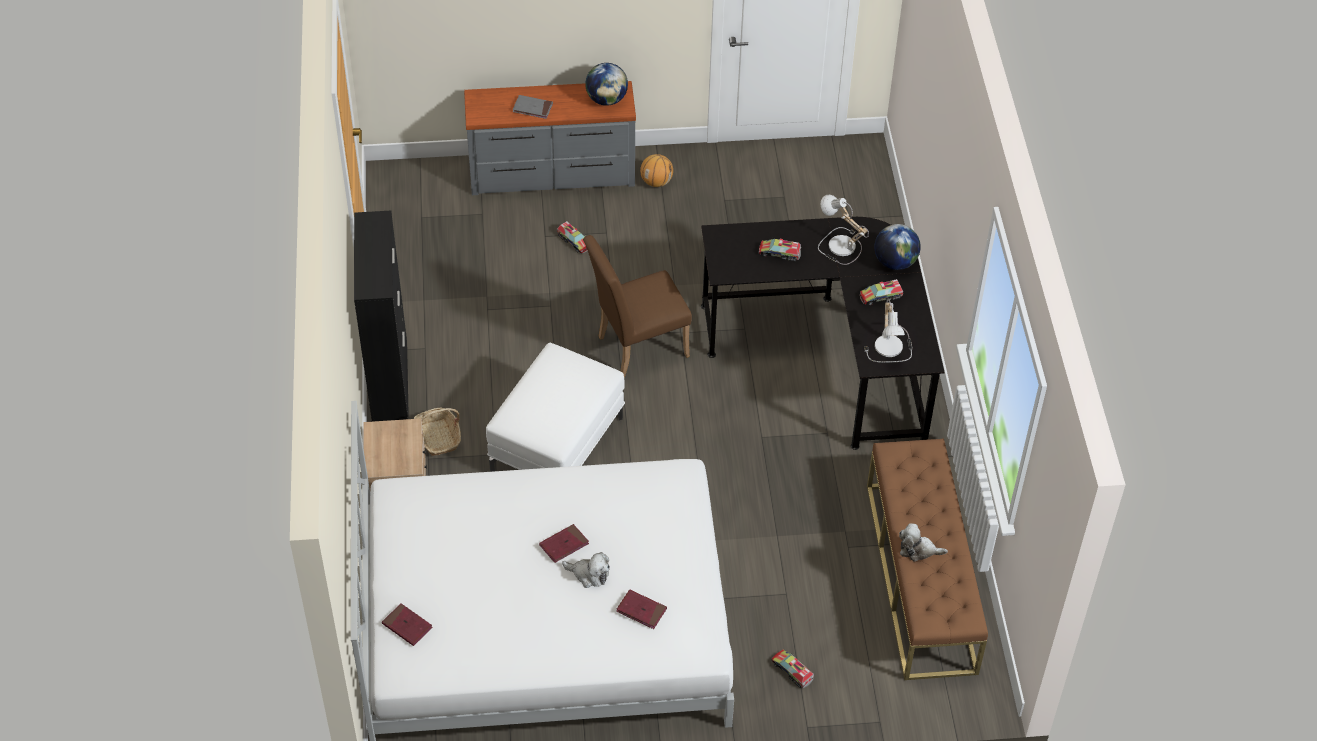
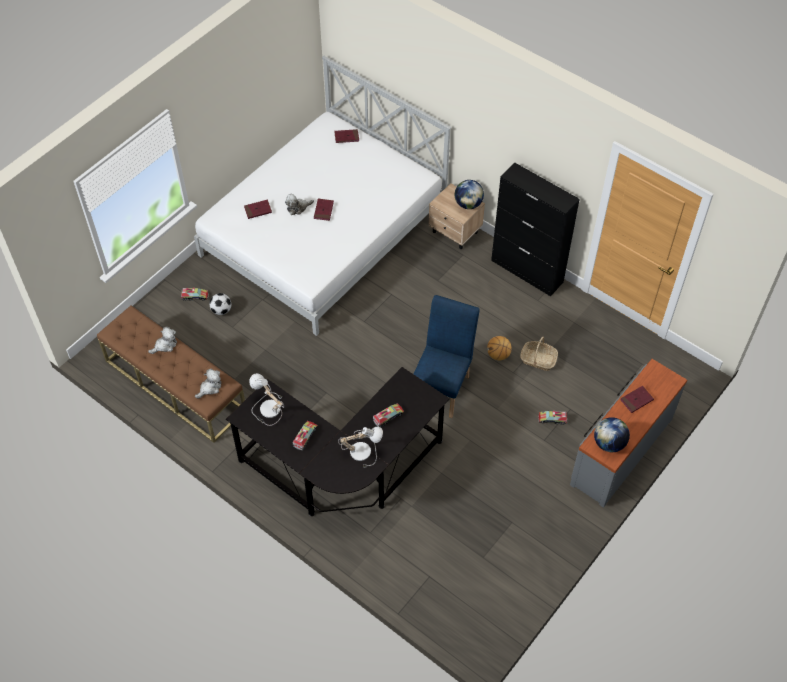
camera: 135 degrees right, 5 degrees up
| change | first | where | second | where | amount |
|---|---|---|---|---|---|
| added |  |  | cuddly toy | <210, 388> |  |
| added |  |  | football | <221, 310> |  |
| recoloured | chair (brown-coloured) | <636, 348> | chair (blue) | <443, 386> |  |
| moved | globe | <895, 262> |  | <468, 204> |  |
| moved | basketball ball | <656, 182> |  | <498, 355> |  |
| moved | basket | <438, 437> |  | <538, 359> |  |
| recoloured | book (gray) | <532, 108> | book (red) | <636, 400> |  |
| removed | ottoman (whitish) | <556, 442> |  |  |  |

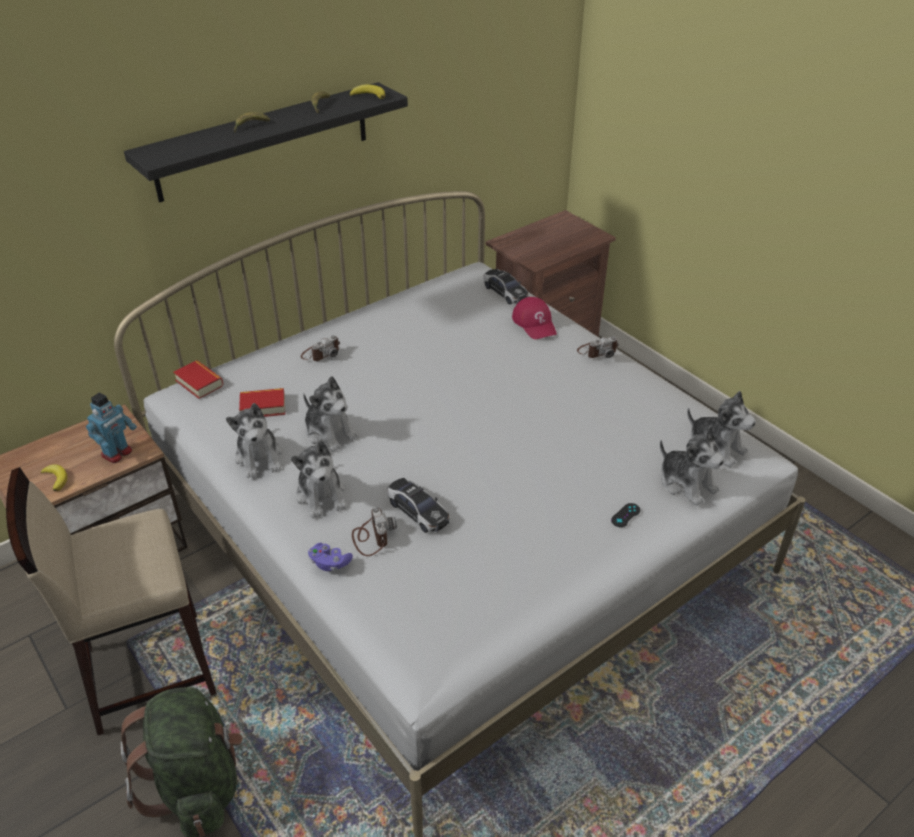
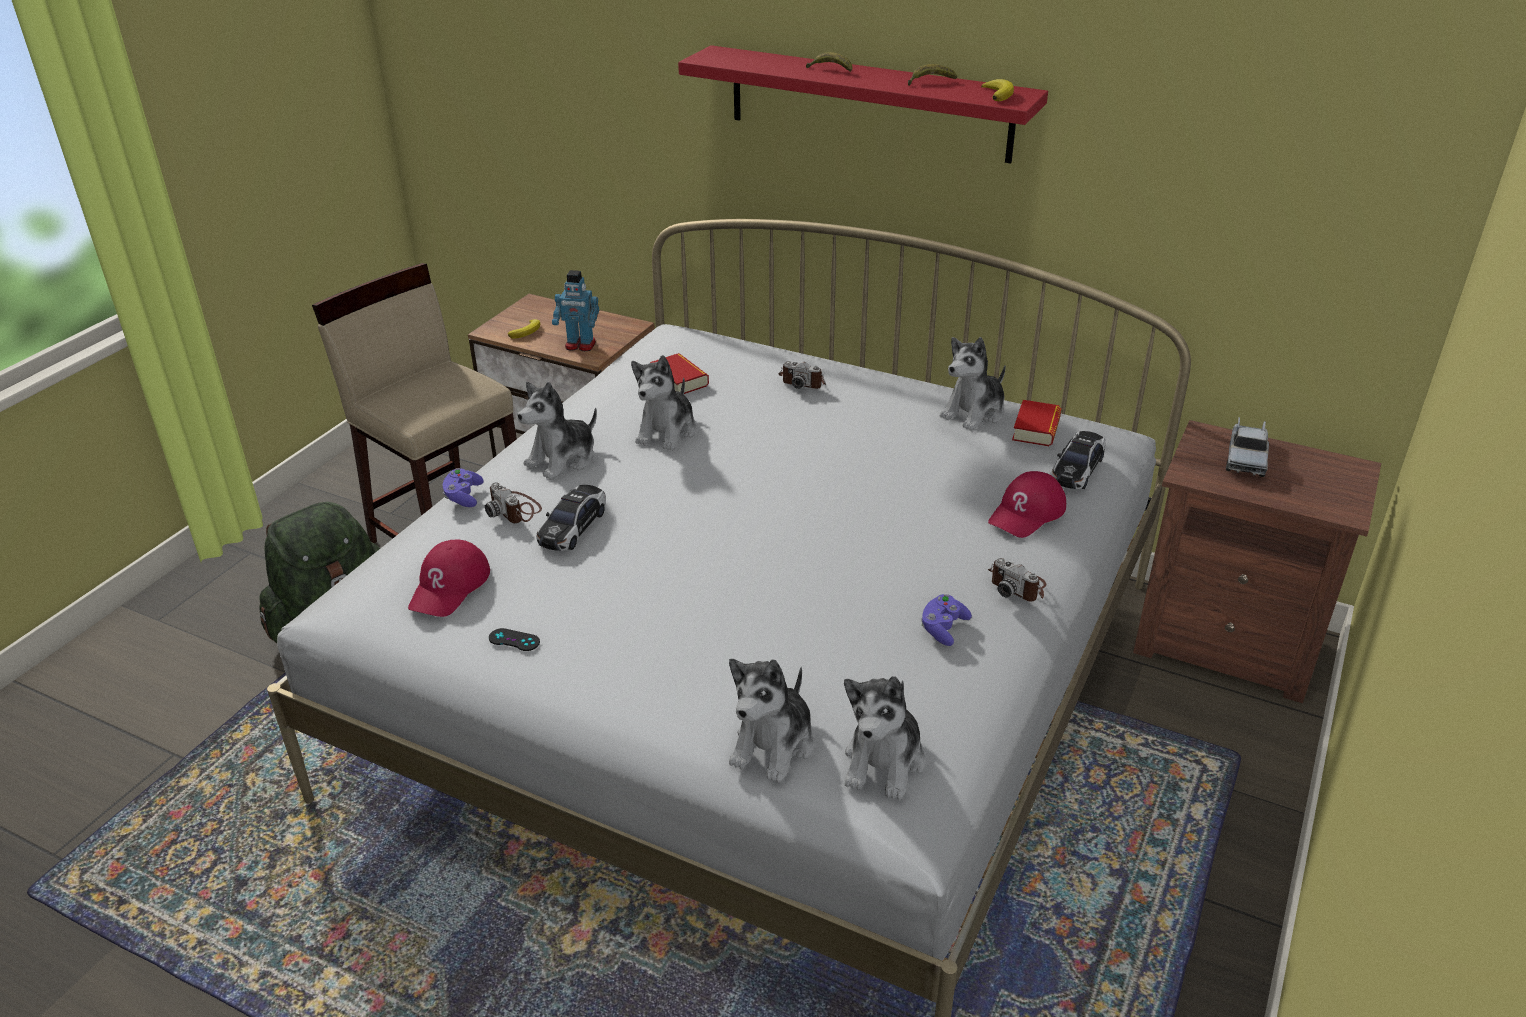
camera: 65 degrees right, 5 degrees down
| change | first | where | second | where | amount |
|---|---|---|---|---|---|
| added |  |  | baseball cap (red) | <450, 586> |  |
| turned | still camera | <372, 537> |  | <515, 510> | 90 degrees clockwise |
| moved | joypad (black) | <625, 515> |  | <514, 640> |  |
| recoloured | shelf (black) | <264, 141> | shelf (red) | <868, 103> |  |
| added |  |  | joypad (purplish) | <943, 628> |  |
| moved | cuddly toy | <259, 457> |  | <974, 413> |  |
| moved | book | <199, 383> |  | <1036, 429> |  |
| added |  |  | model truck | <1246, 457> |  |

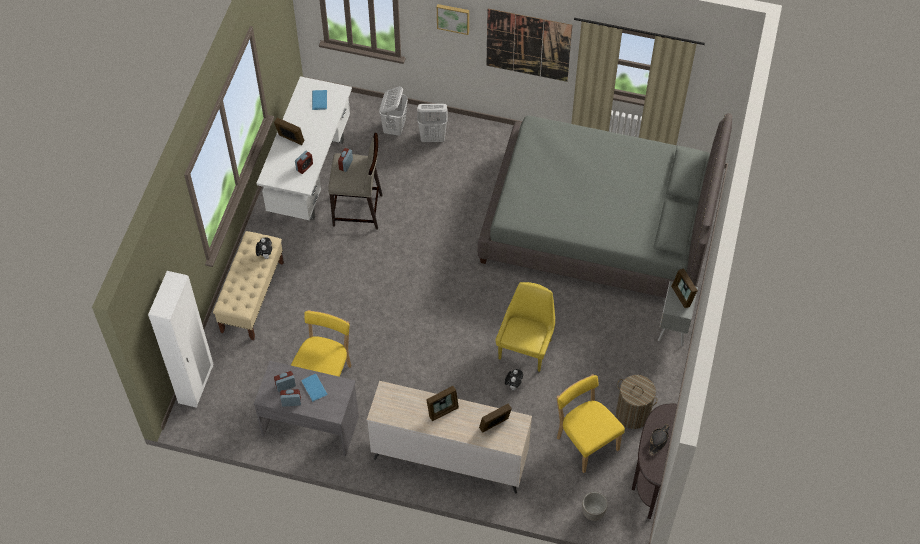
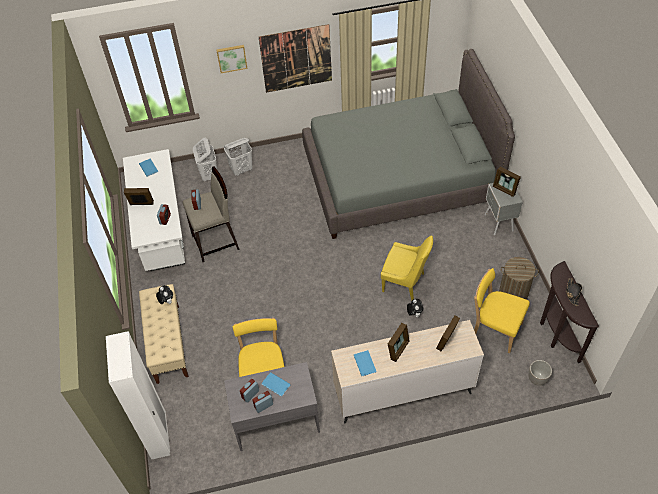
camera: 25 degrees left, 5 degrees down
| change | first | where | second | where | amount |
|---|---|---|---|---|---|
| added |  |  | book (blue) | <365, 362> |  |
| turned | chair (yellow) | <526, 347> |  | <405, 283> | 120 degrees clockwise |

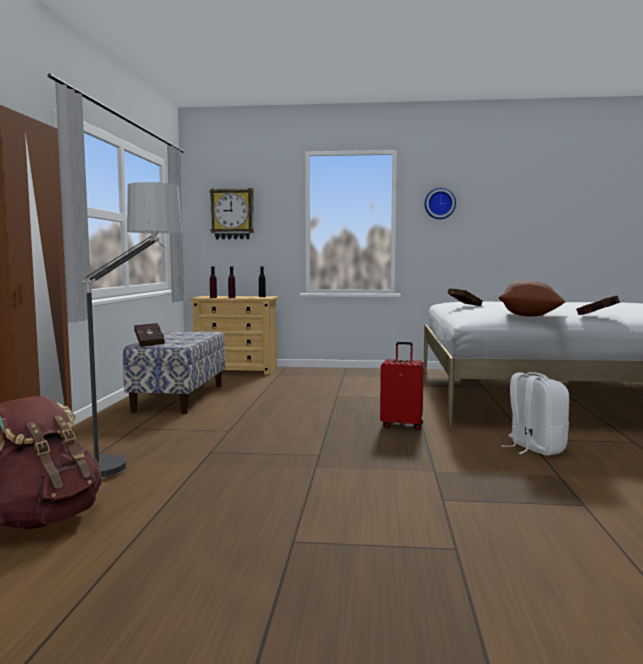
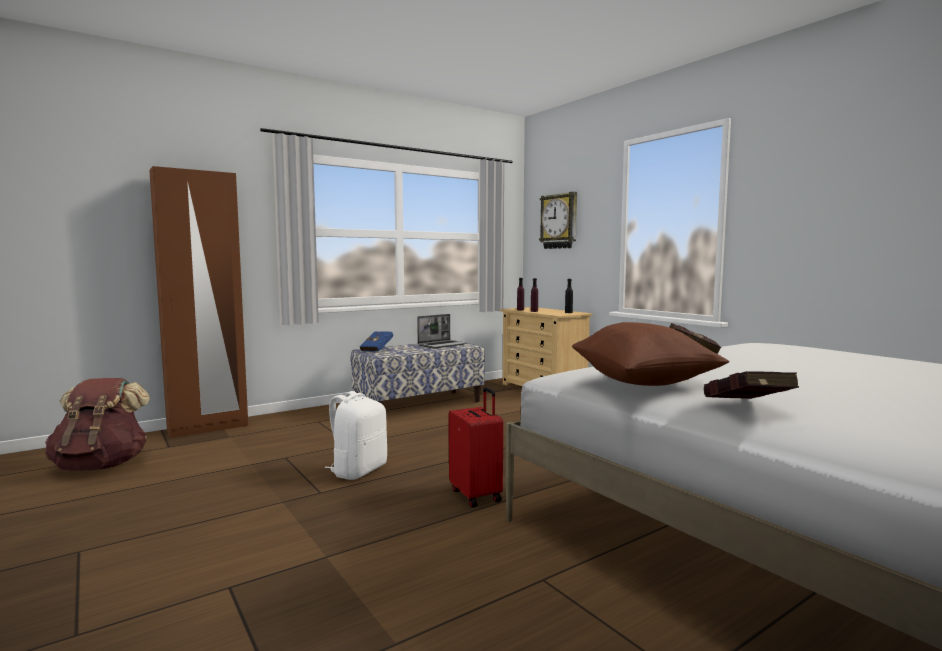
camera: 50 degrees right, 0 degrees up
| change | first | where | second | where | amount |
|---|---|---|---|---|---|
| moved | knapsack (whitish) | <534, 448> |  | <358, 471> |  |
| recoloured | book (red) | <149, 343> | book (blue) | <378, 349> |  |
| added |  |  | laptop | <442, 345> |  |
| removed | standard lamp | <129, 457> |  |  |  |
| removed | clock on the wall | <439, 203> |  |  |  |

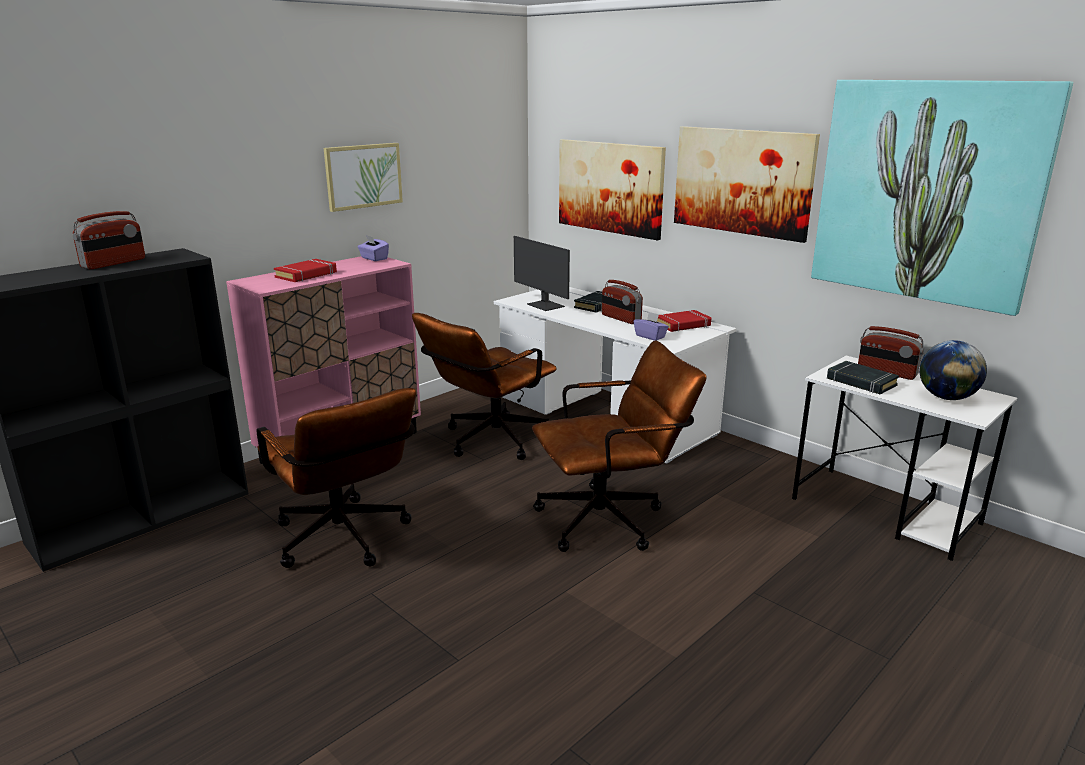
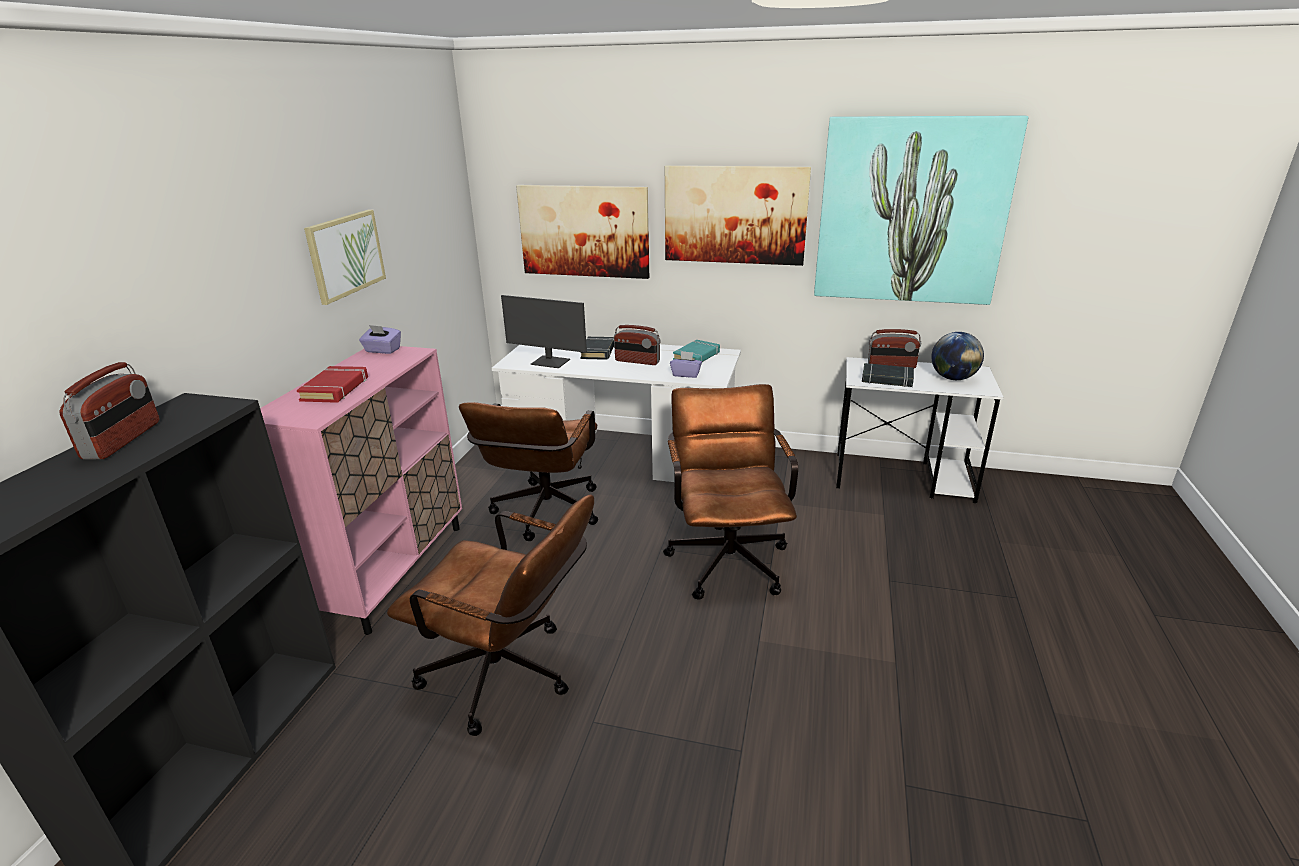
camera: 30 degrees left, 5 degrees up
| change | first | where | second | where | amount |
|---|---|---|---|---|---|
| turned | desk chair (brown-coloured) | <611, 519> |  | <727, 556> | 45 degrees counterclockwise |
| recoloured | book (red) | <683, 325> | book (turquoise-coloured) | <697, 356> |  |

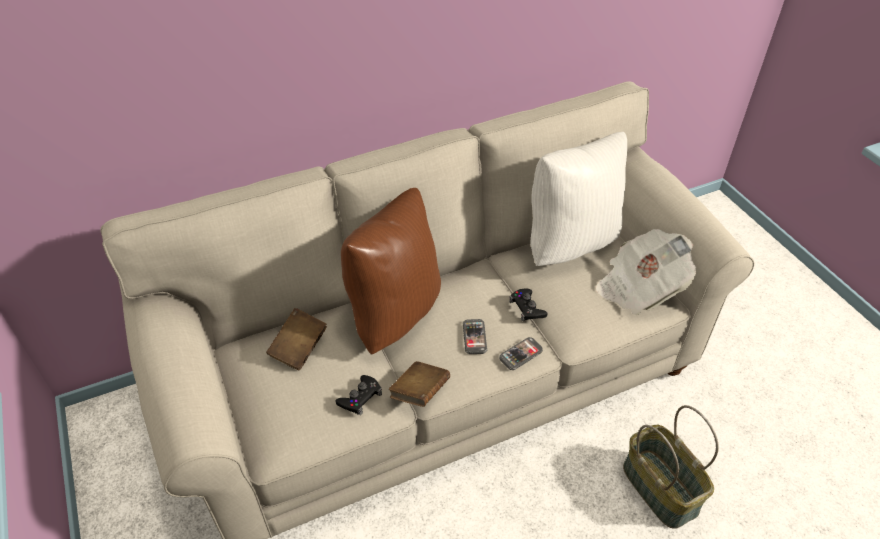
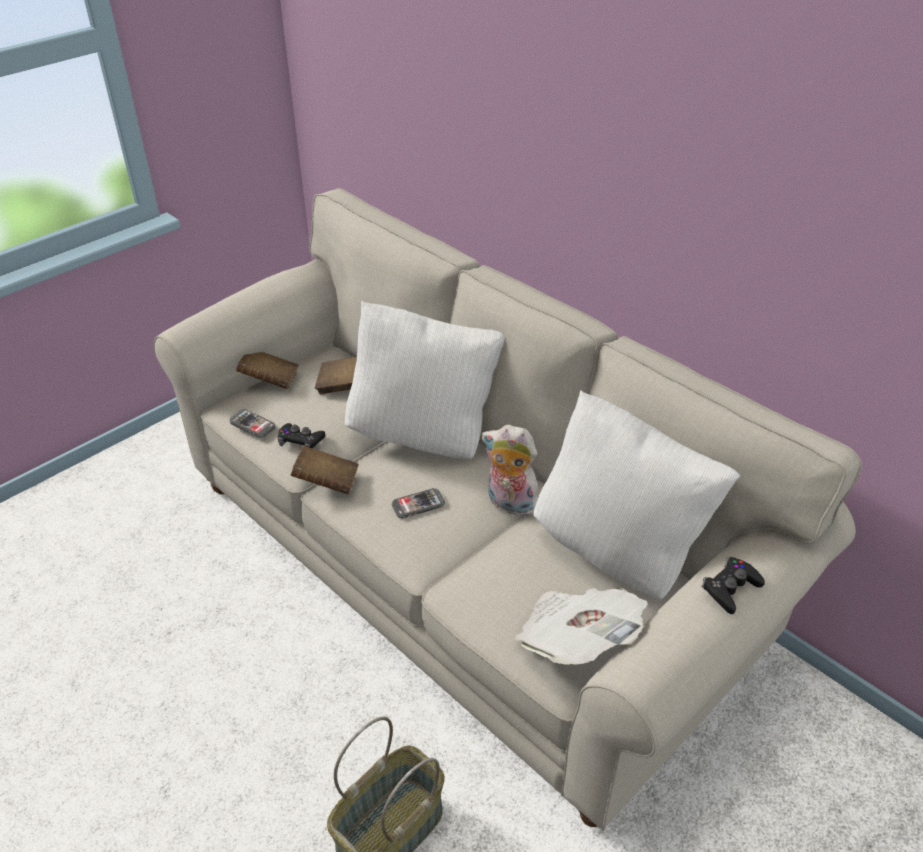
camera: 70 degrees right, 5 degrees down
| change | first | where | second | where | amount |
|---|---|---|---|---|---|
| moved | handset | <521, 354> |  | <252, 425> |  |
| added |  |  | book (brown-coloured) | <270, 380> |  |
| recoloured | throw pillow (brown-coloured) | <394, 313> | throw pillow (whitish) | <424, 437> |  |
| added |  |  | cuddly toy | <509, 504> |  |
| moved | joypad (black) | <527, 308> |  | <730, 588> |  |

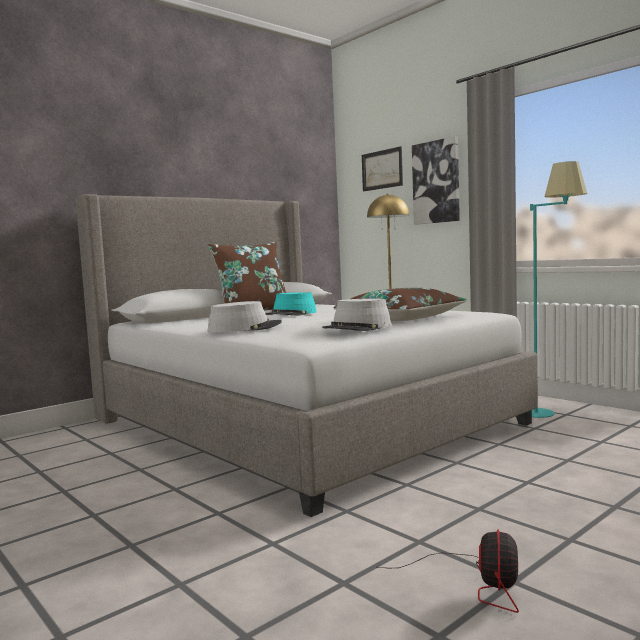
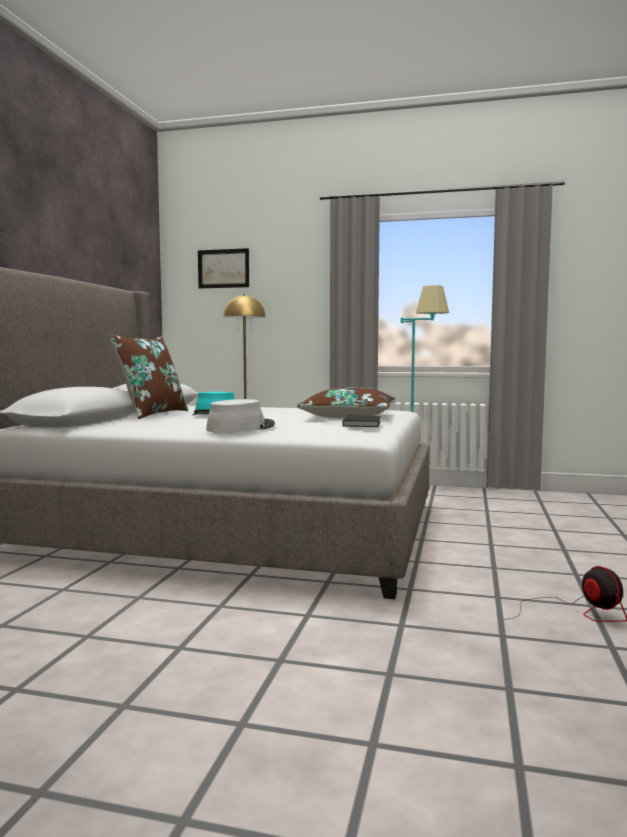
camera: 35 degrees left, 0 degrees up
| change | first | where | second | where | amount |
|---|---|---|---|---|---|
| replaced | hat (gray) | <358, 328> | book (black) | <363, 423> |  |
| removed | wall picture | <436, 182> |  |  |  |

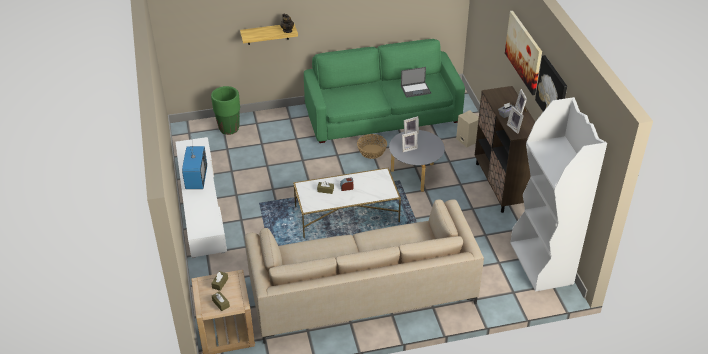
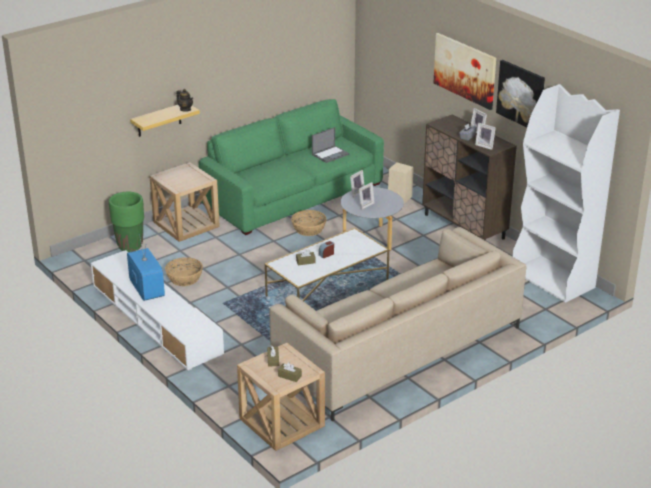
camera: 25 degrees left, 10 degrees down
| change | first | where | second | where | amount |
|---|---|---|---|---|---|
| added |  |  | accent table (beige-coloured) | <186, 224> |  |
| added |  |  | basket | <184, 278> |  |

